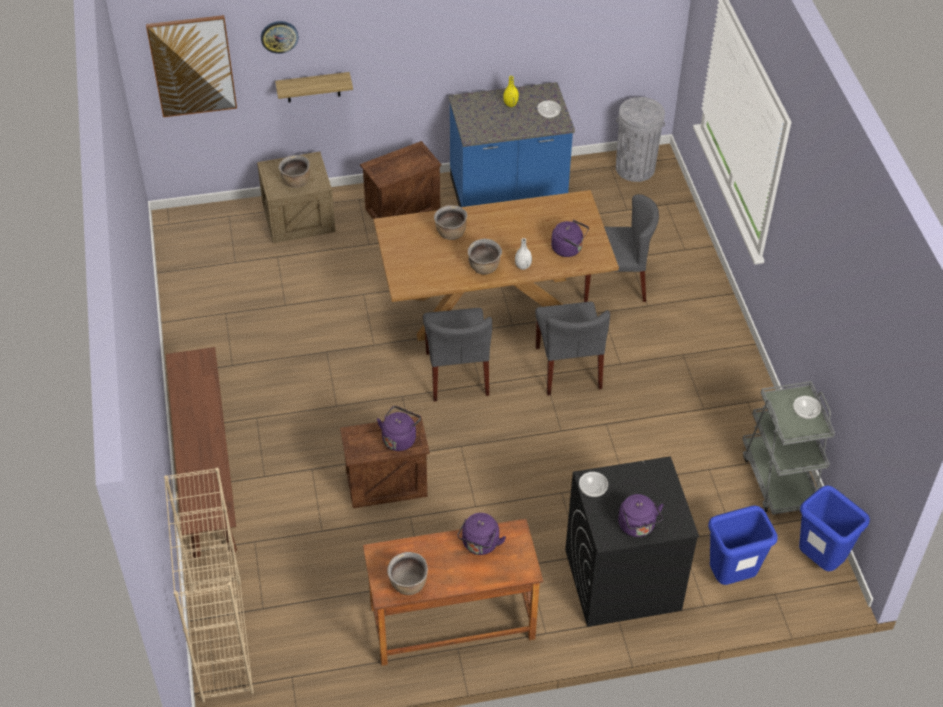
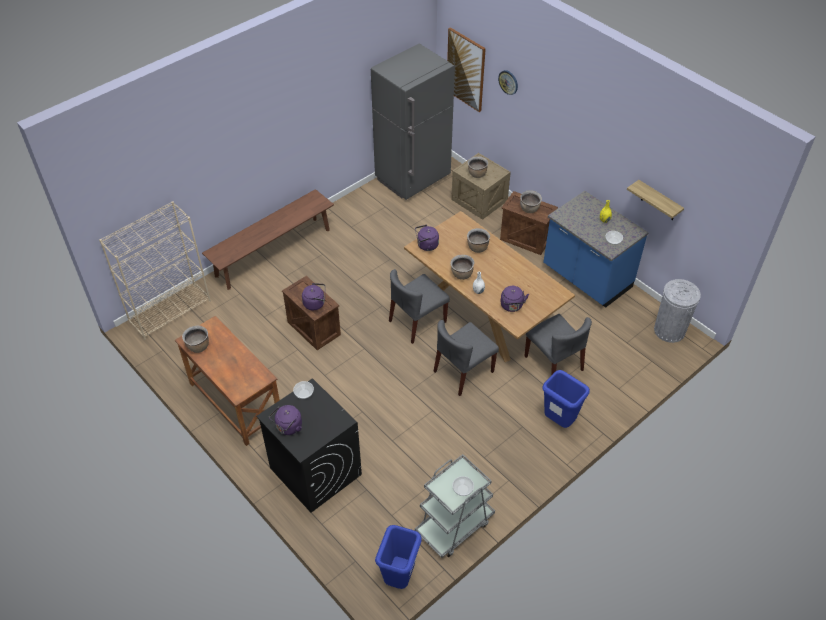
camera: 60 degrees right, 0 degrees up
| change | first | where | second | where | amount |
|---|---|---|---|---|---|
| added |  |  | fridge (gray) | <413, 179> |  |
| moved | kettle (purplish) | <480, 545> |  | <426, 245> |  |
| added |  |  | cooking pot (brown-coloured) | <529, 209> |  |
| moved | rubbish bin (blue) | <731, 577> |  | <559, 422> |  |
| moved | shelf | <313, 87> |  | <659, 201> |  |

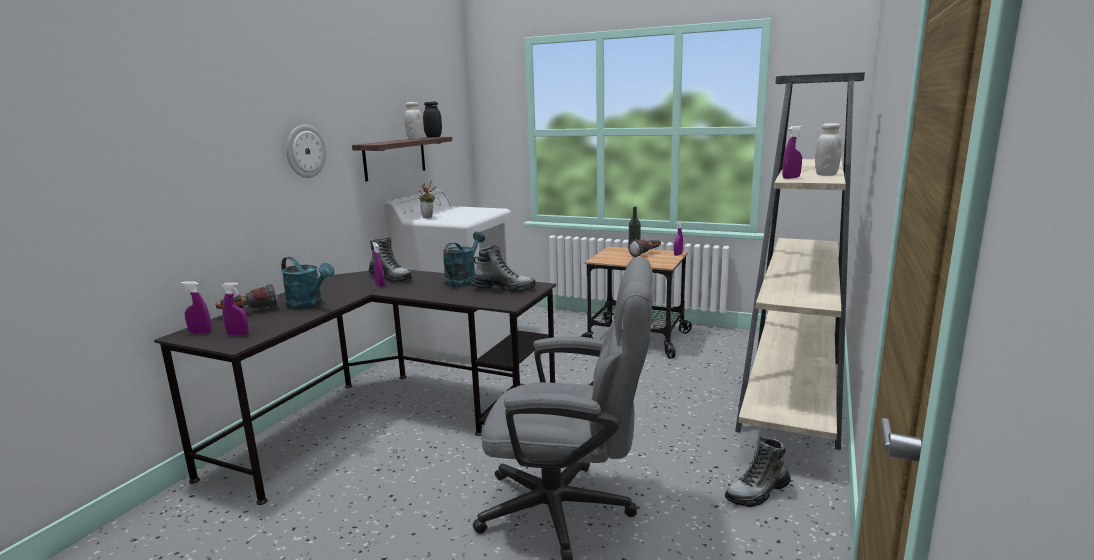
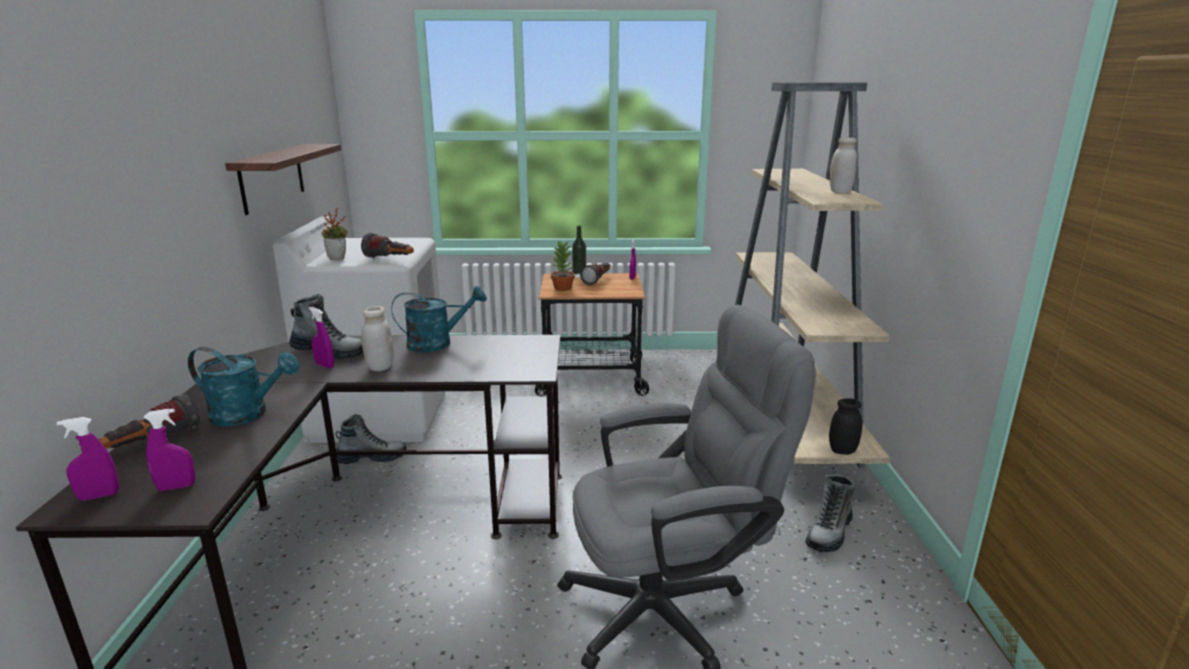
camera: 25 degrees left, 5 degrees up
| change | first | where | second | where | amount |
|---|---|---|---|---|---|
| moved | boot | <503, 289> |  | <371, 458> |  |
| added |  |  | hand torch | <390, 260> |  |
| moved | preserve jar (whitish) | <415, 139> |  | <380, 367> |  |
| turned | sprinkling can (turquoise-coloured) | <463, 280> |  | <438, 343> | 75 degrees clockwise |
| added |  |  | houseplant | <562, 288> |  |
| moved | preserve jar (black) | <433, 137> |  | <842, 450> |  |
| removed | clock on the wall | <305, 151> |  |  |  |
| removed | sprayer (purplish) | <791, 178> |  |  |  |

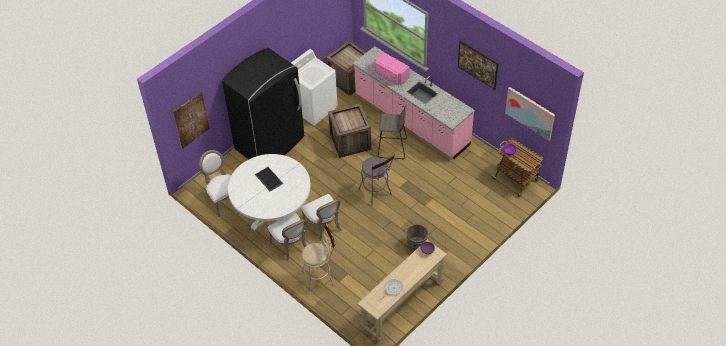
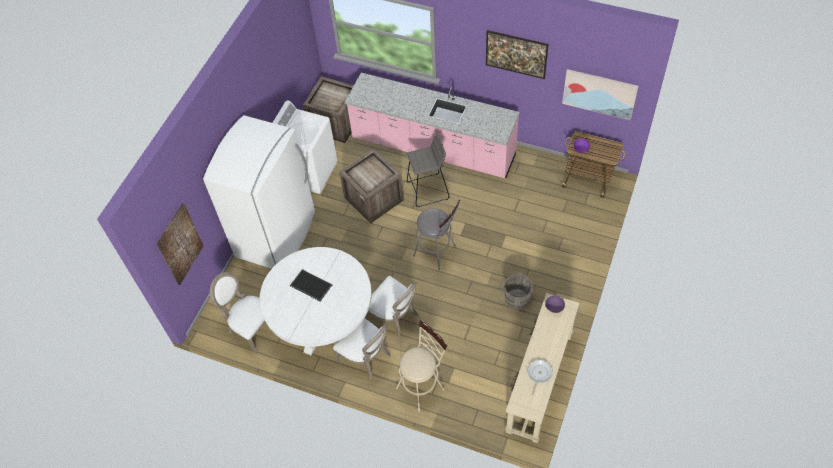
camera: 20 degrees left, 5 degrees up
| change | first | where | second | where | amount |
|---|---|---|---|---|---|
| recoloured | fridge (black) | <270, 143> | fridge (whitish) | <277, 234> |  |
| removed | kitchen microwave (pink) | <390, 75> |  |  |  |

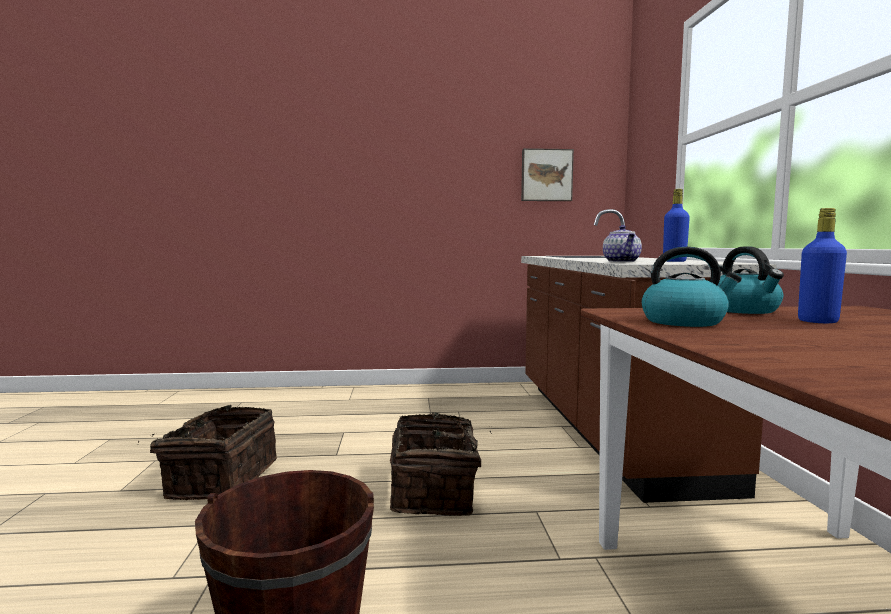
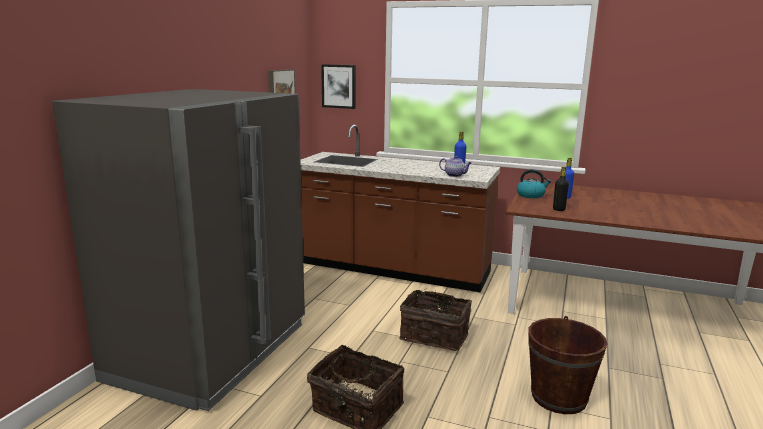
camera: 65 degrees left, 10 degrees up
| change | first | where | second | where | amount |
|---|---|---|---|---|---|
| added |  |  | fridge (gray) | <212, 351> |  |
| added |  |  | wall picture | <339, 86> |  |
| replaced | kettle | <684, 322> | beverage bottle (black) | <559, 209> |  |

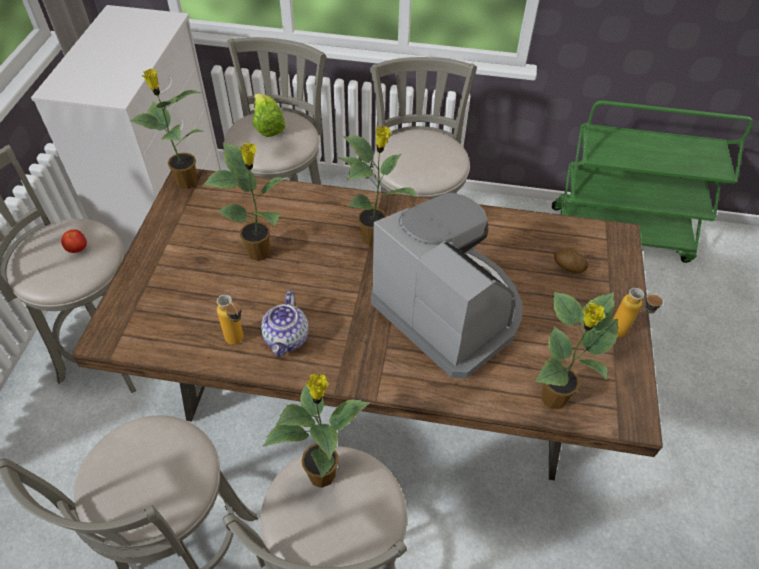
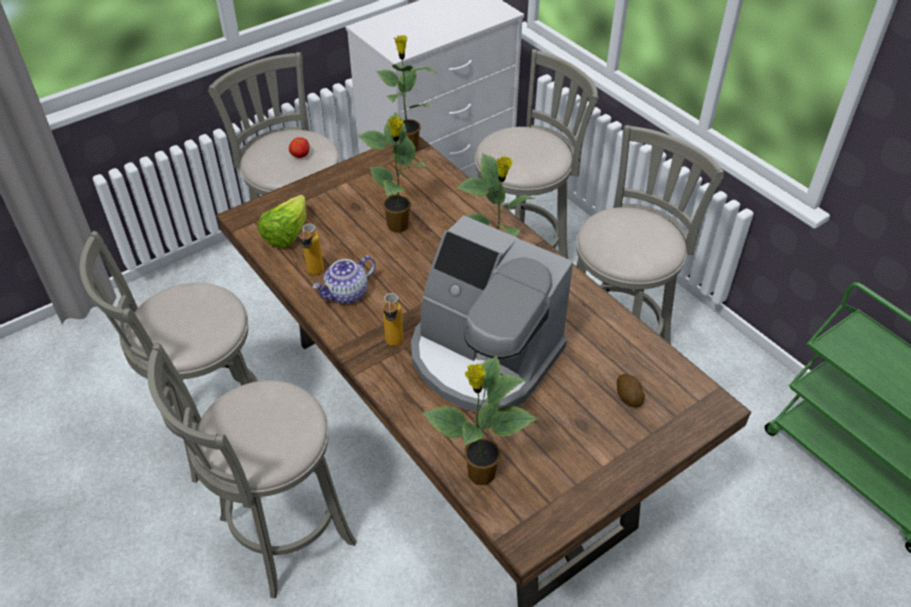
camera: 45 degrees right, 5 degrees down
| change | first | where | second | where | amount |
|---|---|---|---|---|---|
| moved | lettuce | <267, 126> |  | <286, 234> |  |
| moved | beverage bottle | <624, 335> |  | <394, 346> |  |
| turned | coffee brewer | <449, 310> |  | <483, 357> | 120 degrees clockwise |
| removed | houseplant | <322, 472> |  |  |  |

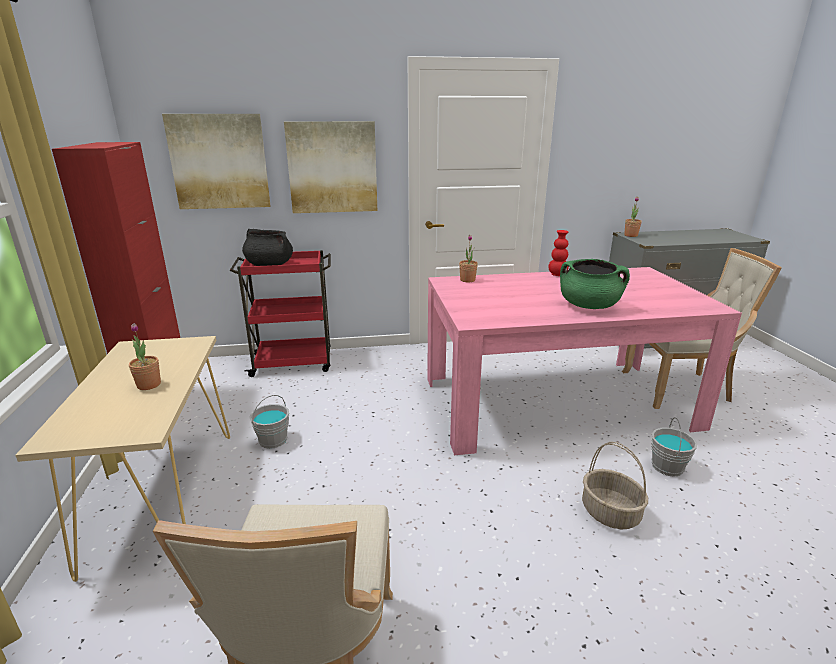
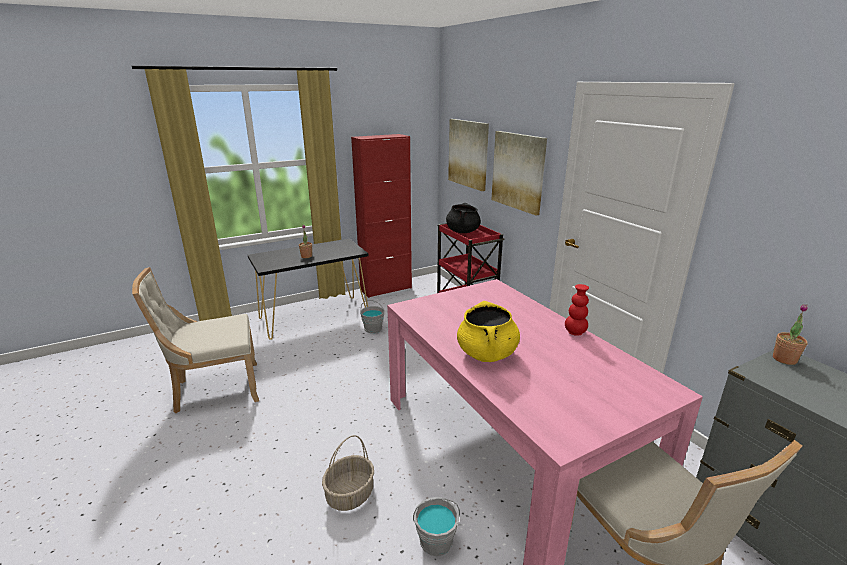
camera: 70 degrees right, 0 degrees up
| change | first | where | second | where | amount |
|---|---|---|---|---|---|
| recoloured | hall table (beige-coloured) | <165, 496> | hall table (black) | <315, 317> |  |
| recoloured | cooking pot (green-coloured) | <589, 306> | cooking pot (yellow) | <487, 354> |  |
| removed | houseplant | <467, 280> |  |  |  |

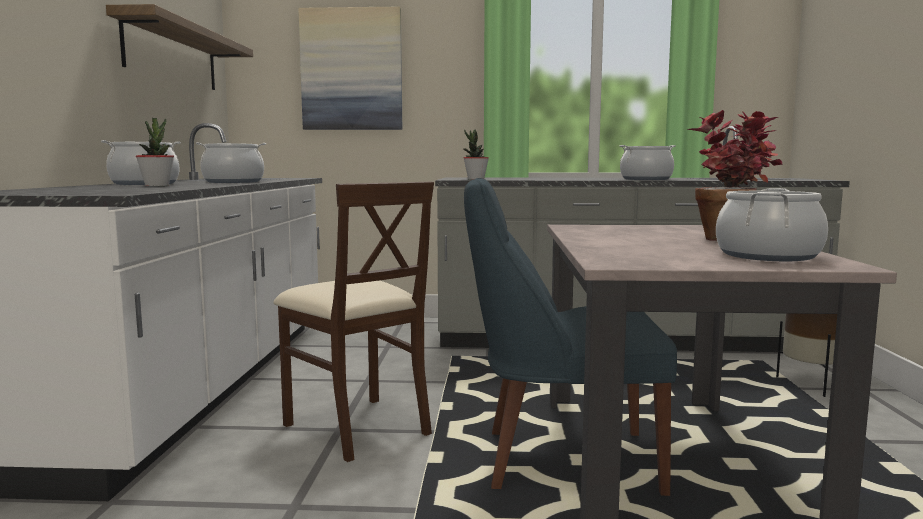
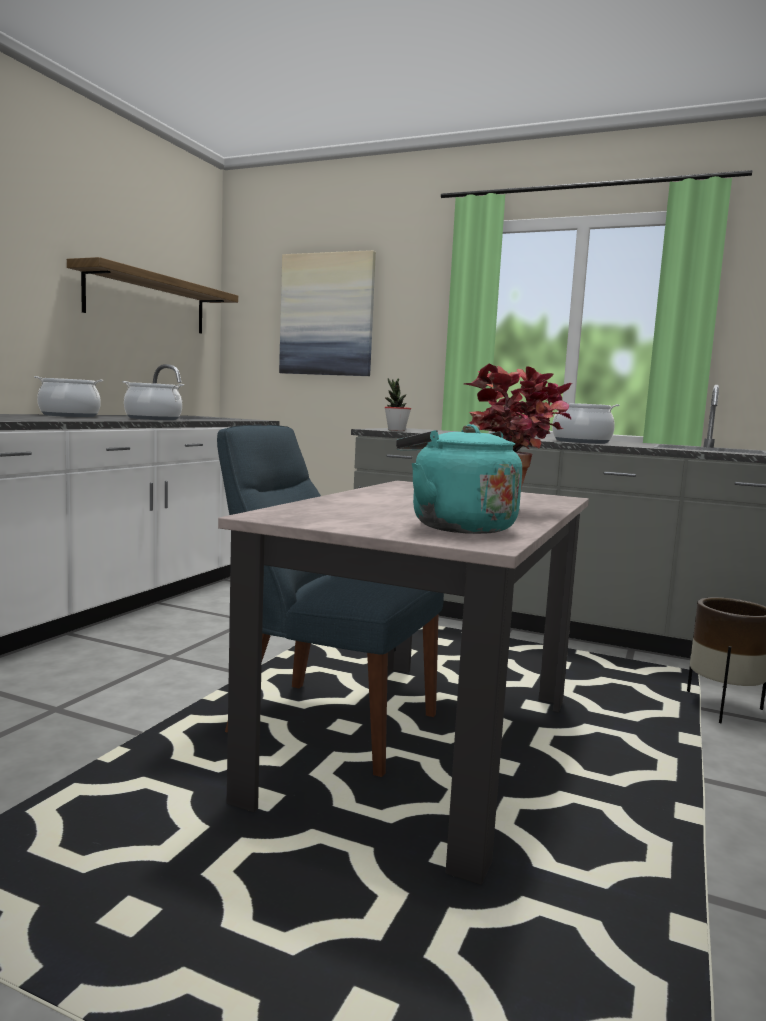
camera: 20 degrees right, 0 degrees up
| change | first | where | second | where | amount |
|---|---|---|---|---|---|
| replaced | cooking pot | <767, 255> | kettle (turquoise-coloured) | <456, 527> |  |
| removed | houseplant | <157, 186> |  |  |  |
| removed | chair (beige-coloured) | <357, 427> |  |  |  |

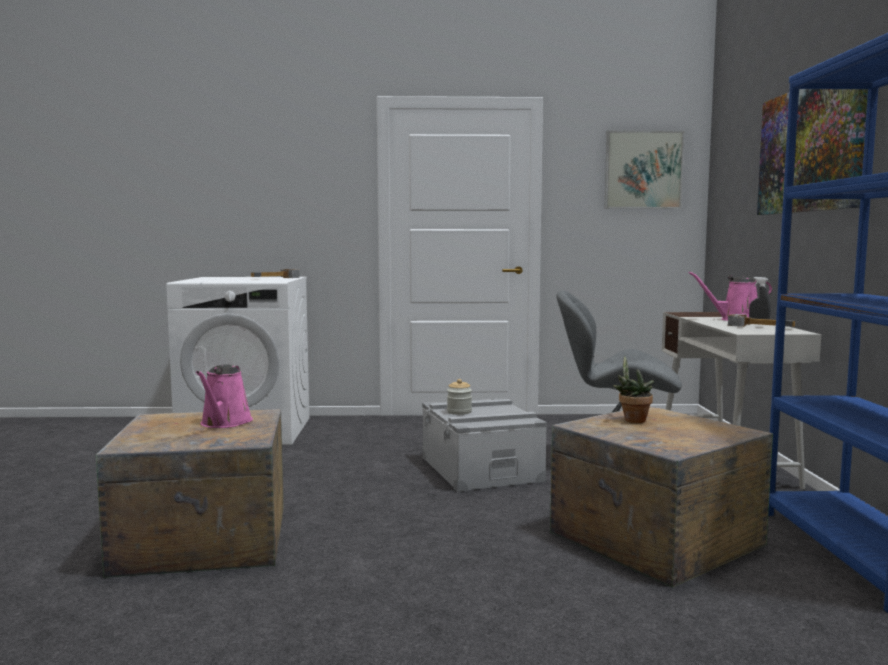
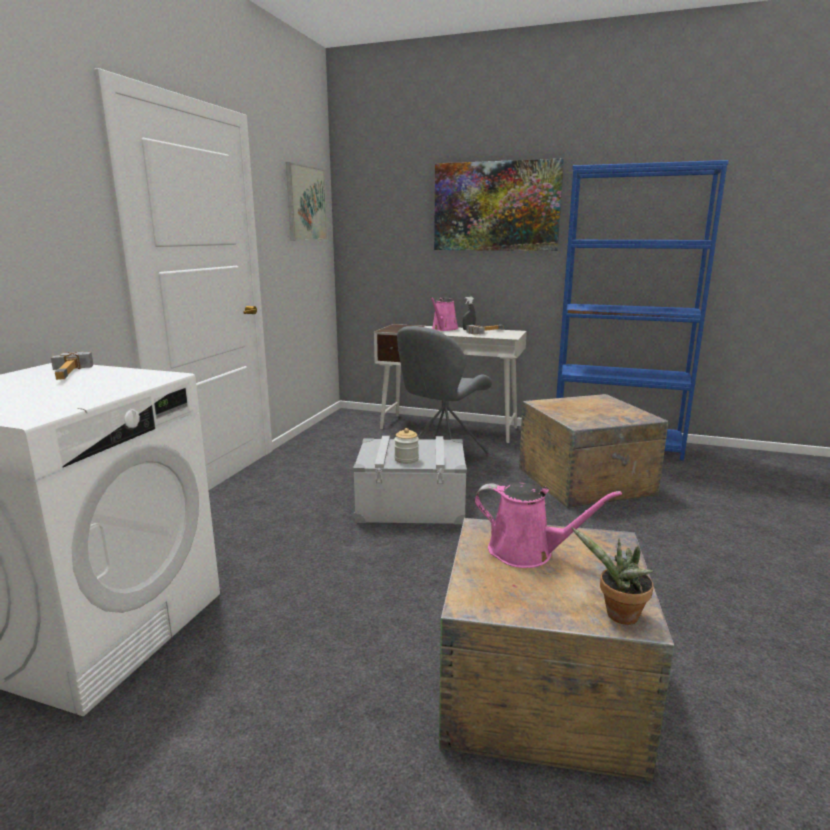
camera: 70 degrees left, 10 degrees up
| change | first | where | second | where | amount |
|---|---|---|---|---|---|
| moved | houseplant | <632, 420> |  | <617, 616> |  |

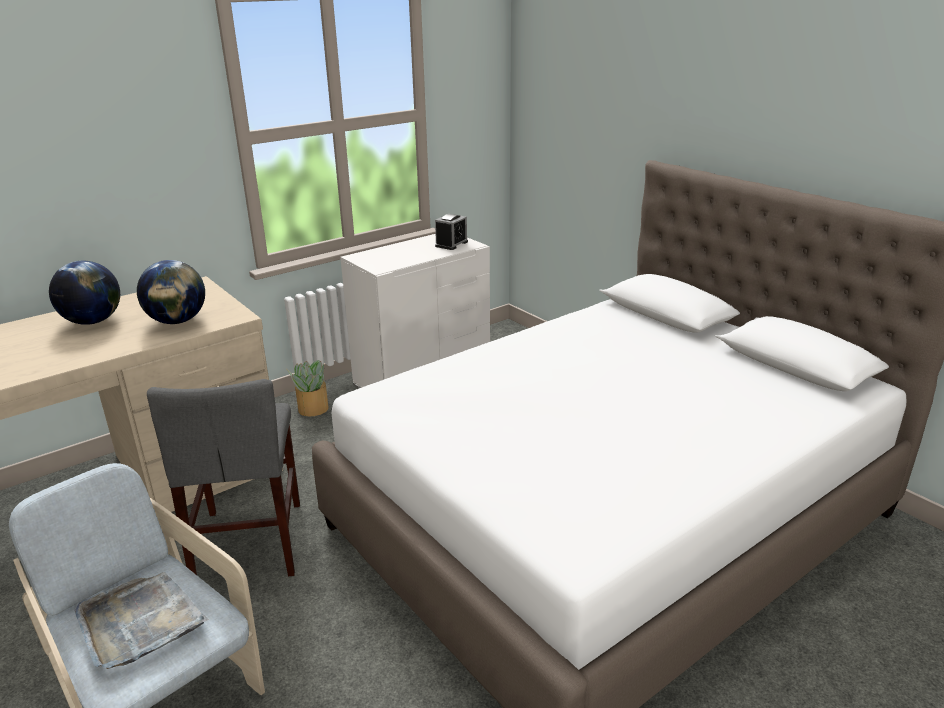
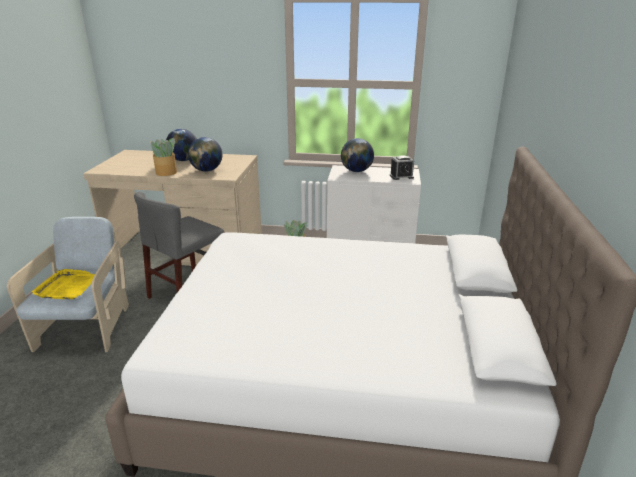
camera: 45 degrees right, 0 degrees up
| change | first | where | second | where | amount |
|---|---|---|---|---|---|
| recoloured | carrying tray (gray) | <140, 622> | carrying tray (yellow) | <67, 287> |  |
| added |  |  | houseplant | <166, 172> |  |
| added |  |  | globe | <356, 171> |  |

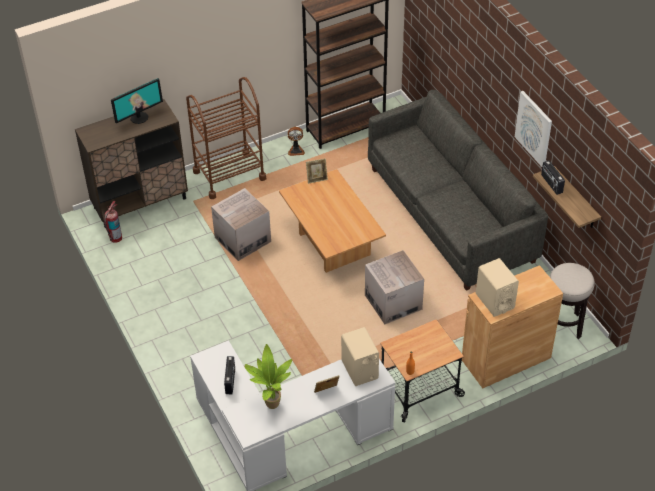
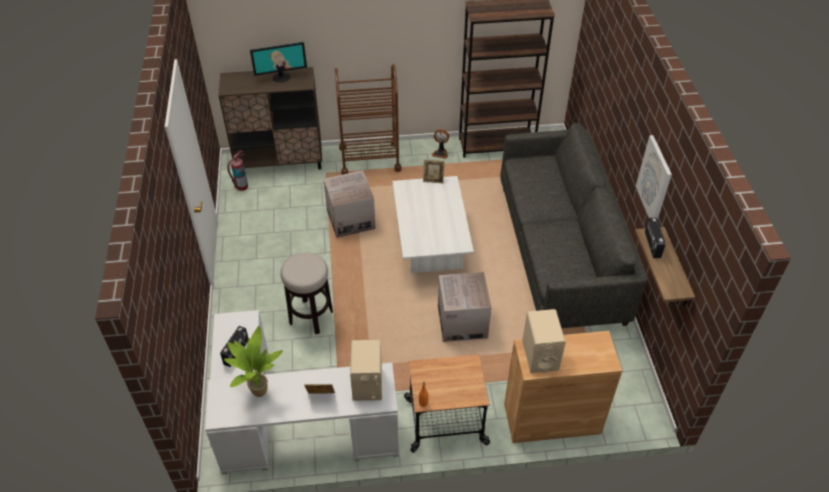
camera: 20 degrees right, 0 degrees up
| change | first | where | second | where | amount |
|---|---|---|---|---|---|
| moved | sitting stool | <563, 325> |  | <311, 317> |  |
| recoloured | low table (brown-coloured) | <332, 244> | low table (whitish) | <430, 248> |  |

